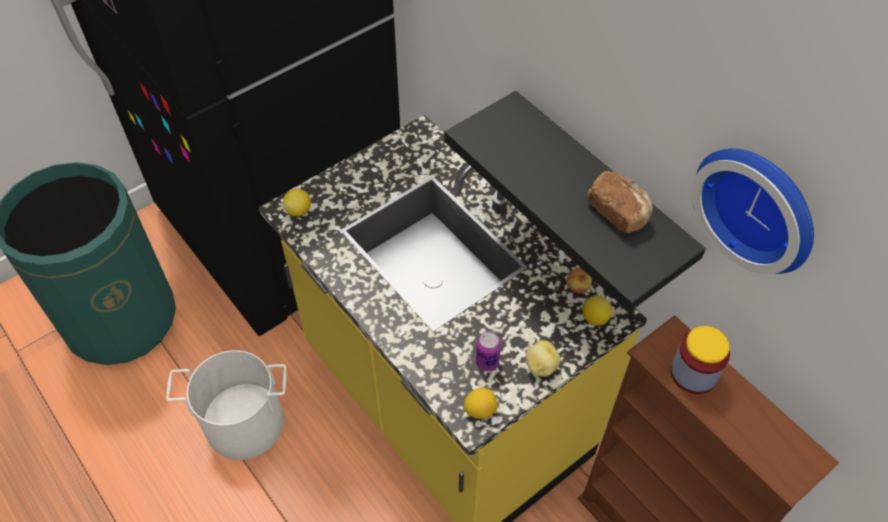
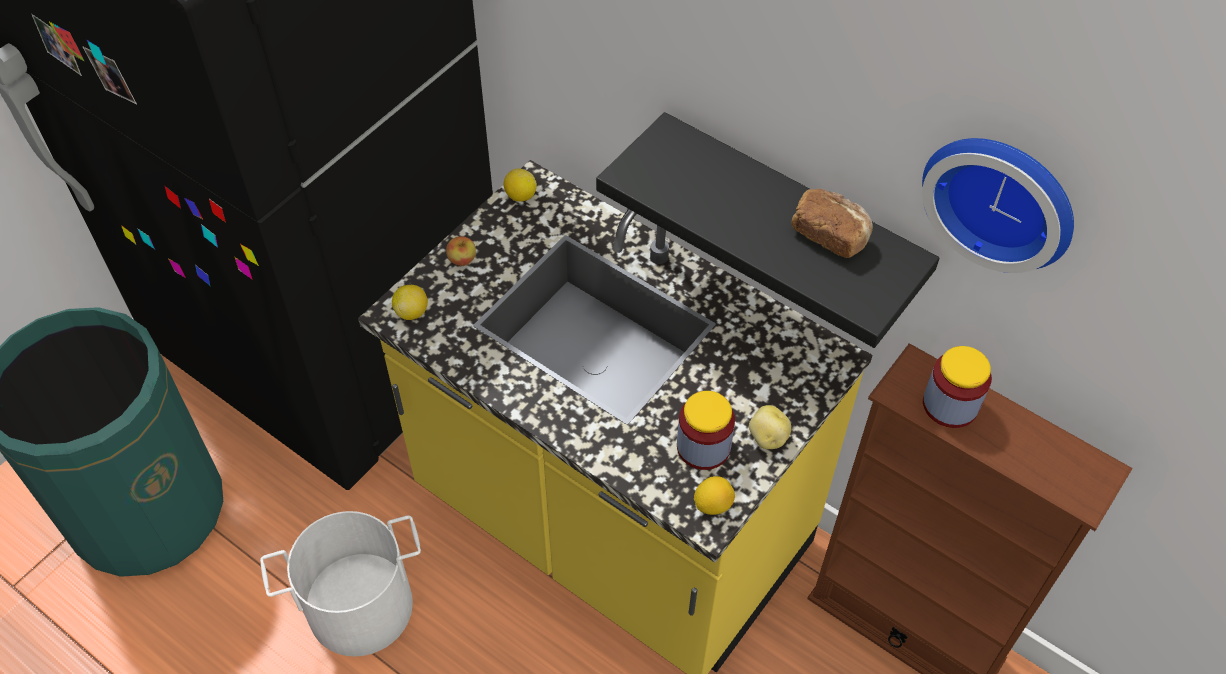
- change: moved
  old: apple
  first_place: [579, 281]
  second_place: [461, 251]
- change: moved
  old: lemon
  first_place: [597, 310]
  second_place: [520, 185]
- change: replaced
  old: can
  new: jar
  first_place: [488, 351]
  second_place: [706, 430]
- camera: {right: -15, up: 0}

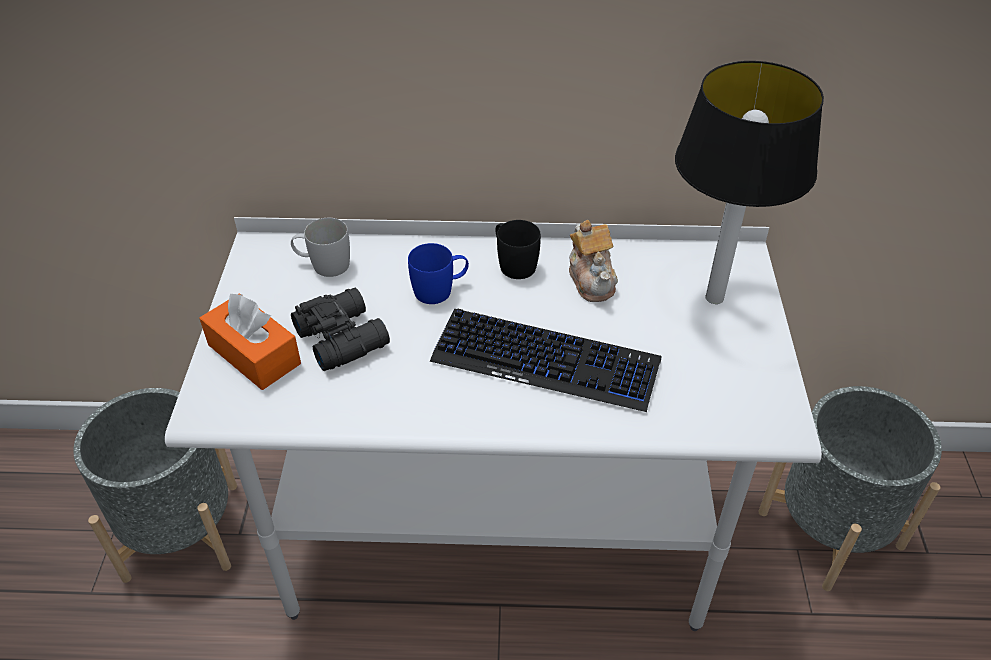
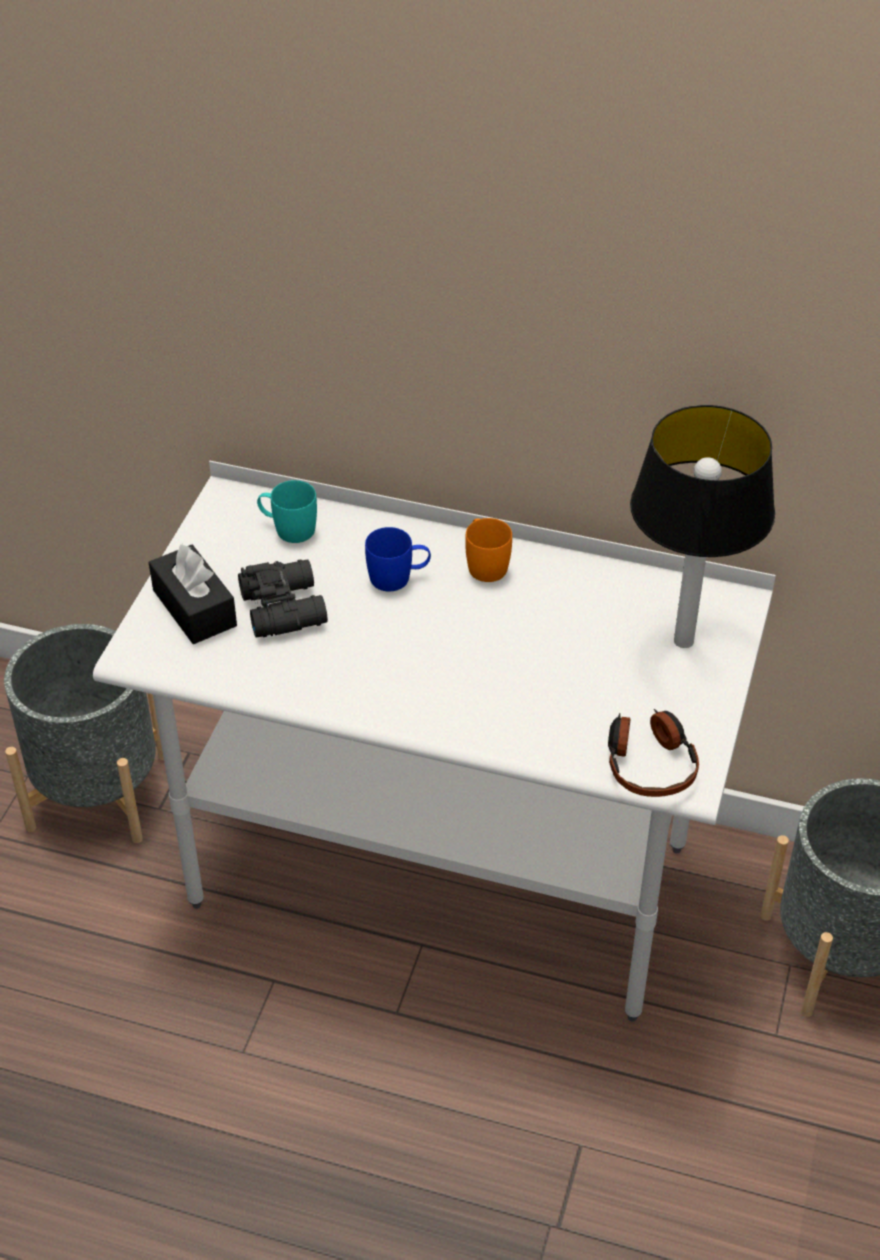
- change: recoloured
  old: mug (white)
  new: mug (turquoise)
  first_place: [320, 247]
  second_place: [287, 511]
- change: recoloured
  old: mug (black)
  new: mug (orange)
  first_place: [518, 249]
  second_place: [488, 550]
- change: removed
  old: teapot
  first_place: [593, 261]
- change: recoloured
  old: tissue box (orange)
  new: tissue box (black)
  first_place: [250, 341]
  second_place: [193, 594]
- change: removed
  old: keyboard
  first_place: [546, 360]
- change: added
  new: headphones
  second_place: [653, 753]
- camera: {right: 15, up: 0}

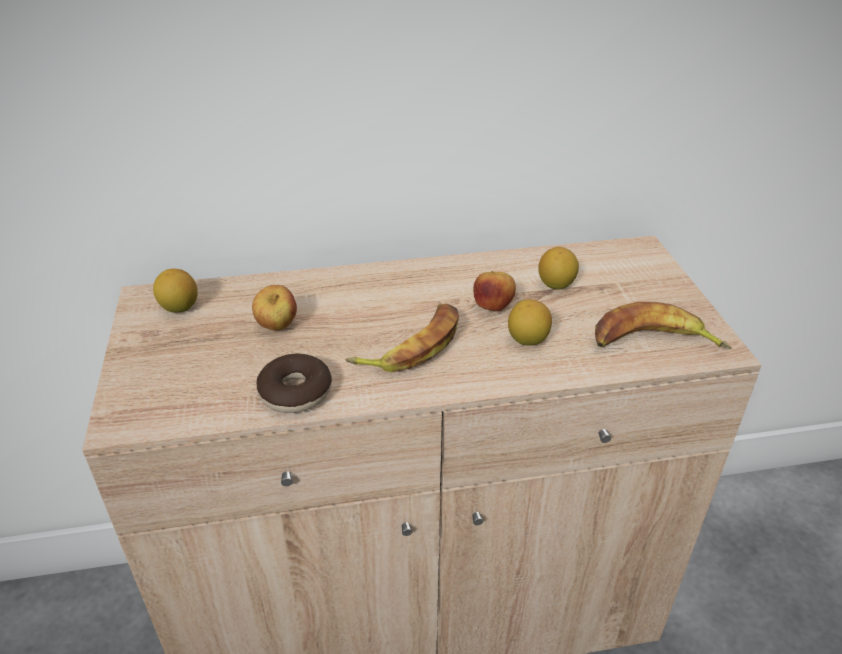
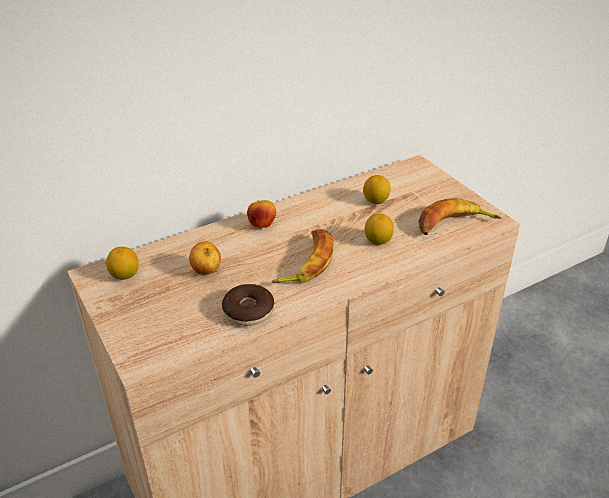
- change: moved
  old: apple
  first_place: [494, 291]
  second_place: [261, 214]
- camera: {right: -20, up: 0}

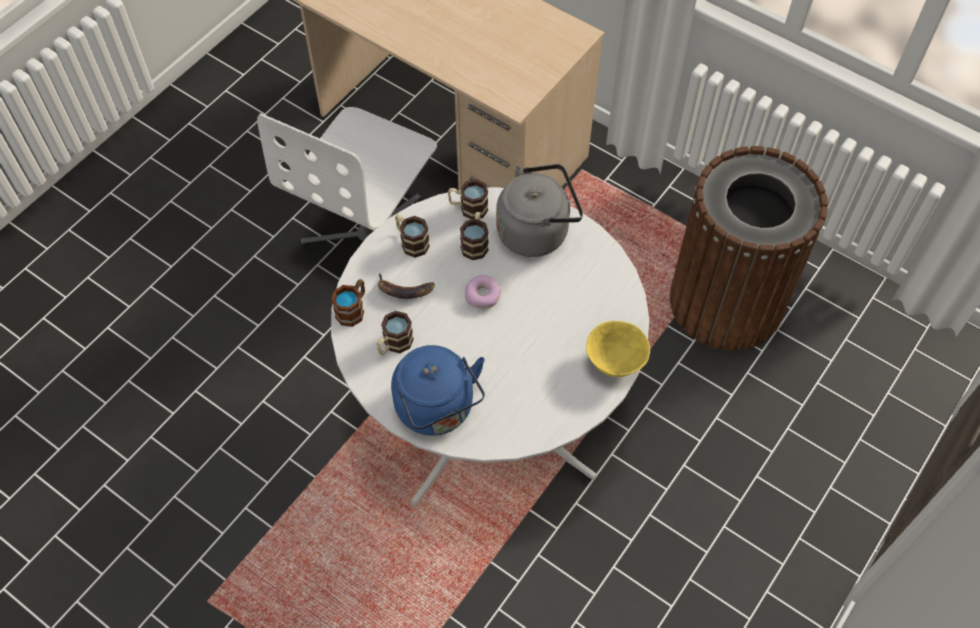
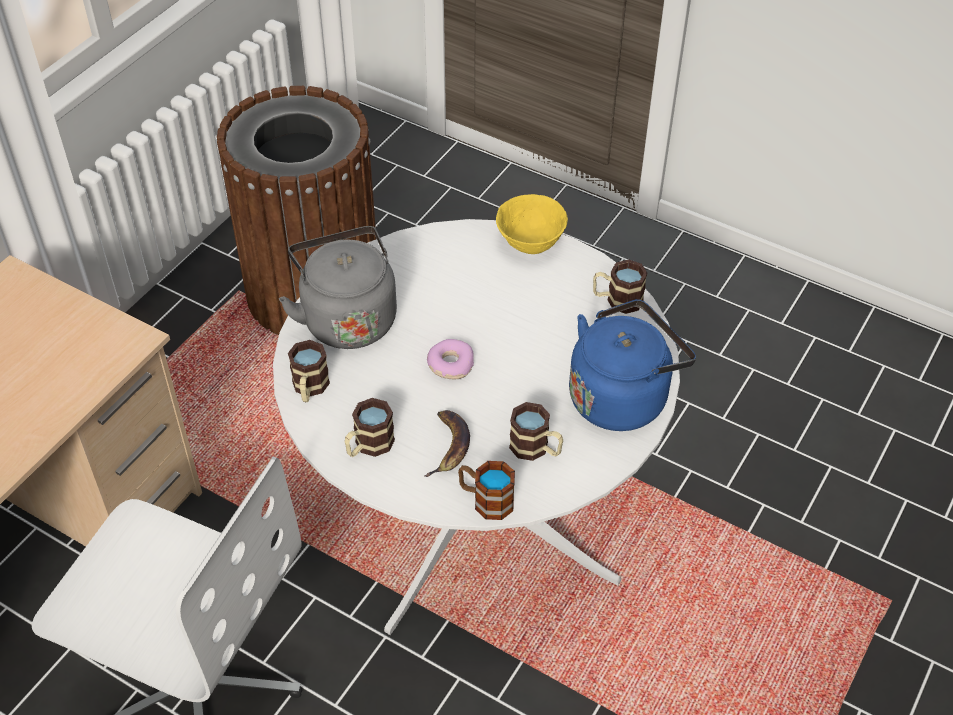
- change: moved
  old: mug
  first_place: [474, 236]
  second_place: [620, 287]
- camera: {right: -95, up: -10}

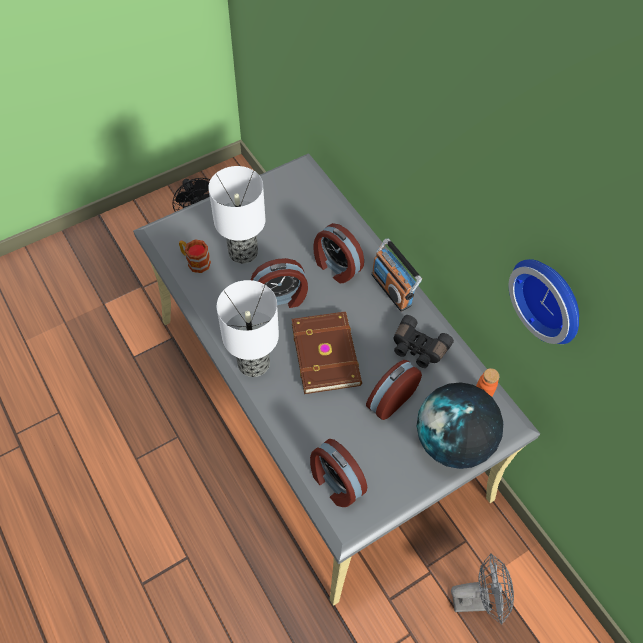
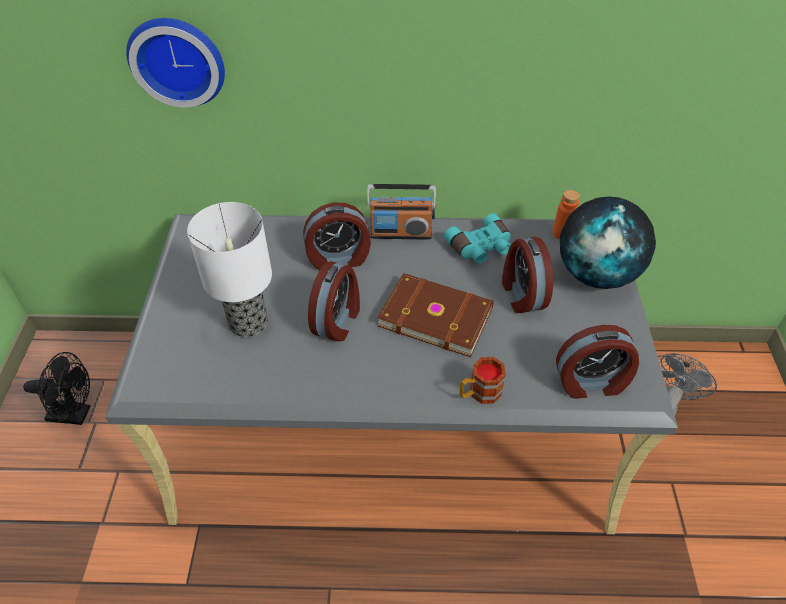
- change: moved
  old: mug
  first_place: [195, 256]
  second_place: [483, 380]
- change: moved
  old: wall clock
  first_place: [544, 301]
  second_place: [175, 63]
- change: removed
  old: table lamp
  first_place: [248, 328]
- change: recoloured
  old: binoculars (black)
  new: binoculars (turquoise)
  first_place: [424, 341]
  second_place: [477, 238]
- camera: {right: -55, up: -10}

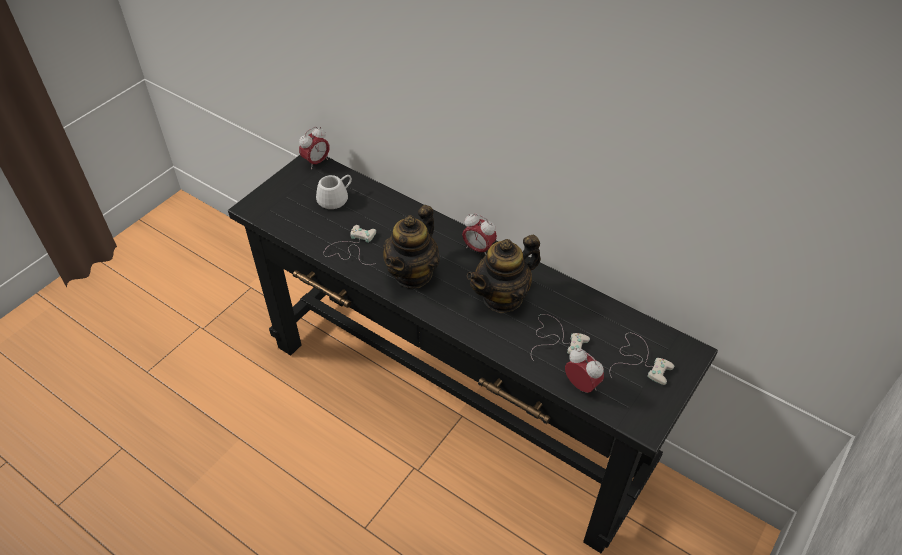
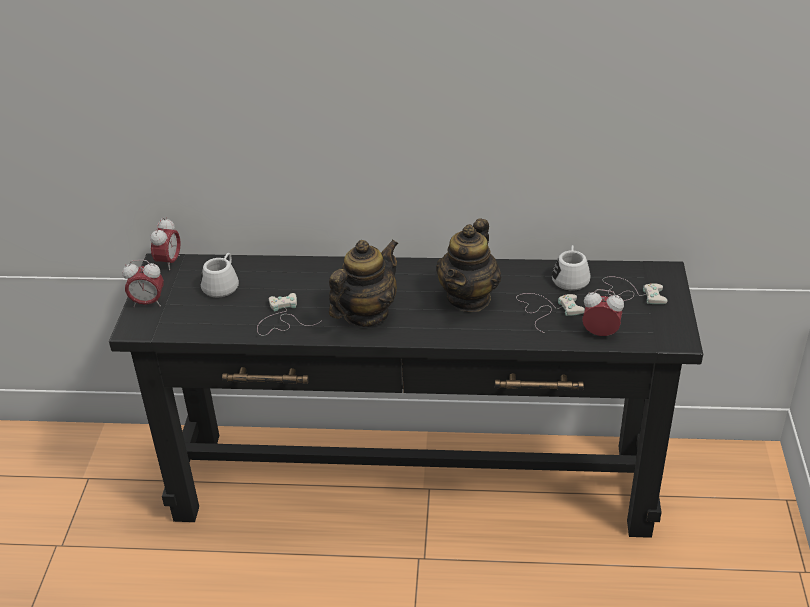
- change: turned
  old: teapot
  first_place: [411, 246]
  second_place: [363, 283]
  degrees: -135
- change: moved
  old: alarm clock
  first_place: [479, 234]
  second_place: [143, 283]
- change: added
  new: mug (white)
  second_place: [571, 268]
- camera: {right: -30, up: -10}

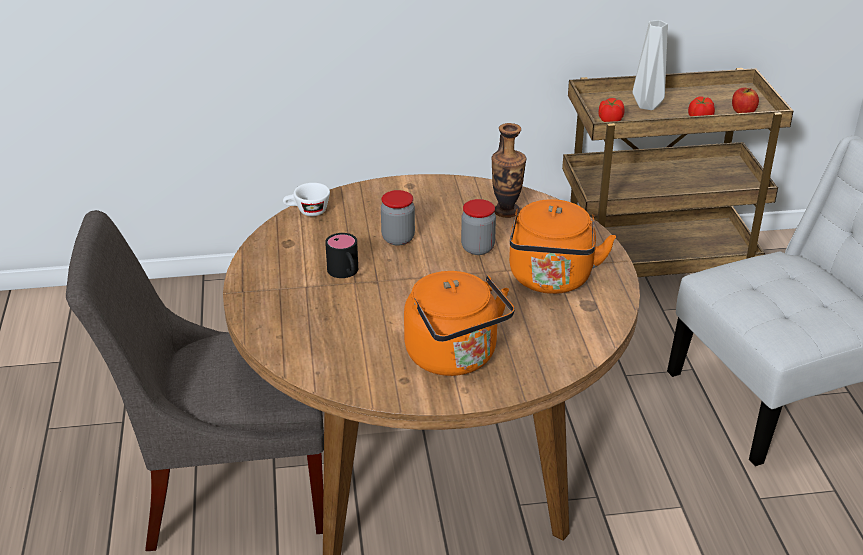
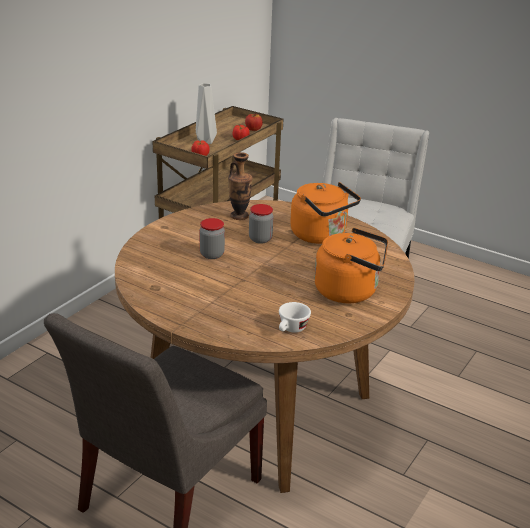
- change: moved
  old: cup (white)
  first_place: [306, 199]
  second_place: [295, 317]
- change: removed
  old: mug (black)
  first_place: [341, 255]
- camera: {right: -50, up: -5}

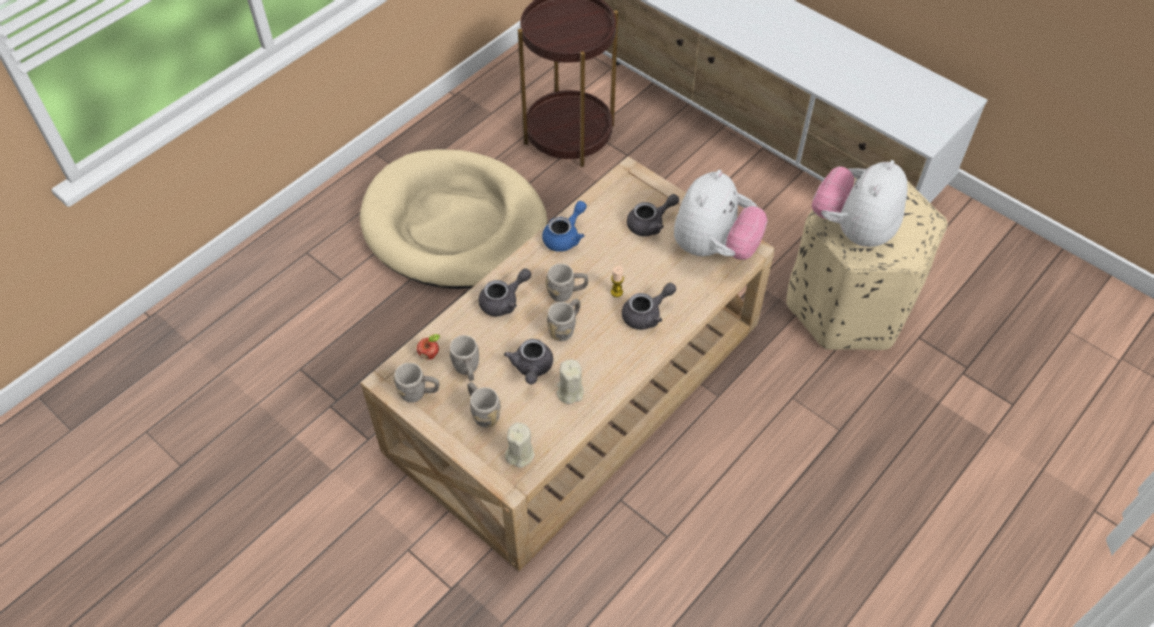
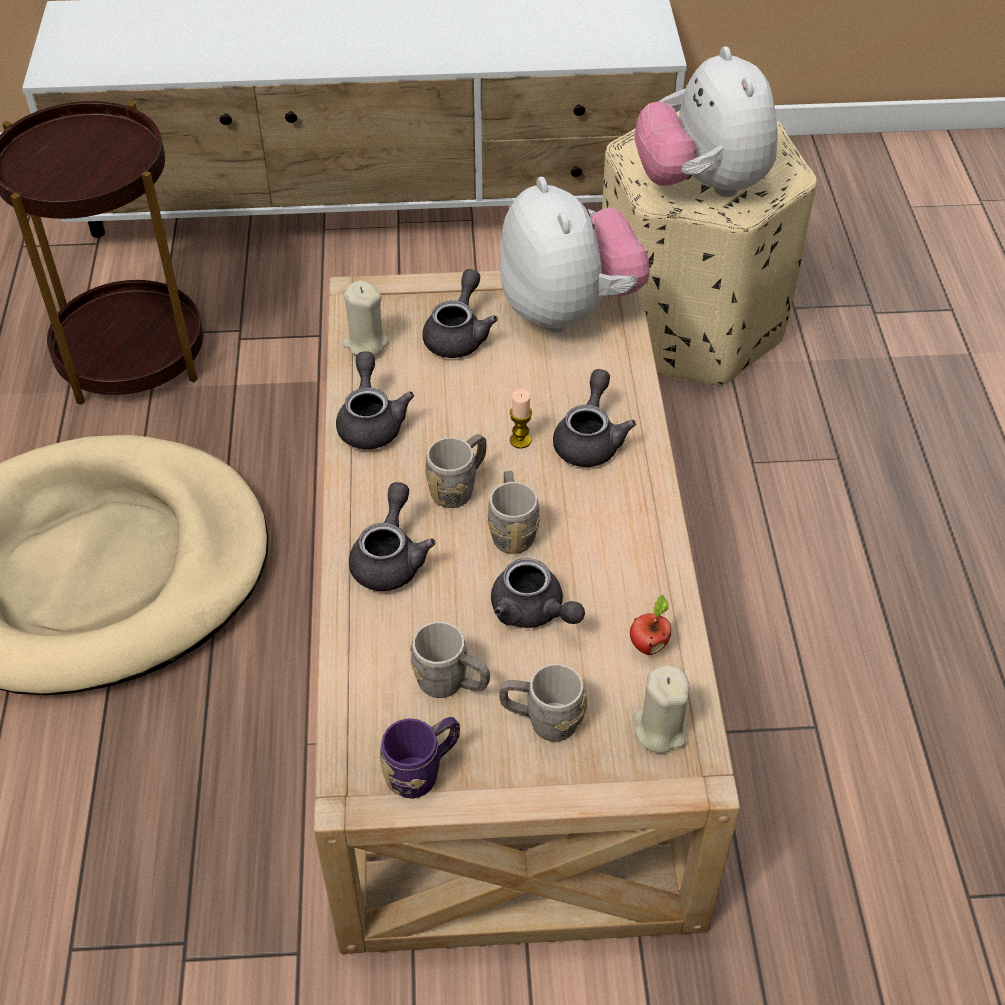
- change: recoloured
  old: teapot (blue)
  new: teapot (grey)
  first_place: [564, 226]
  second_place: [375, 400]
- change: moved
  old: apple
  first_place: [428, 346]
  second_place: [650, 625]
- change: moved
  old: candle (beige)
  first_place: [570, 381]
  second_place: [365, 318]
- change: recoloured
  old: mug (grey)
  new: mug (purple)
  first_place: [417, 383]
  second_place: [420, 757]
- camera: {right: -45, up: -5}

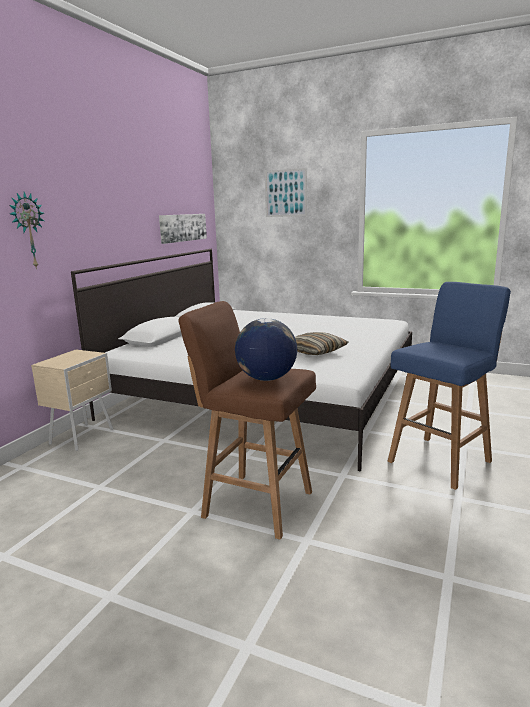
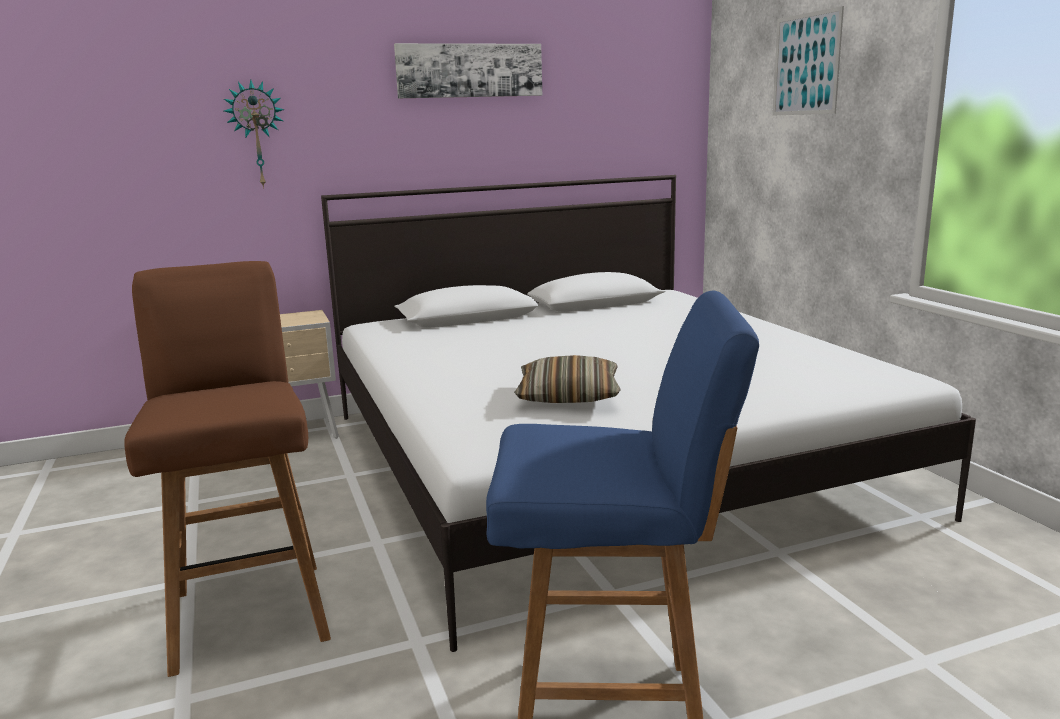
- change: moved
  old: picture
  first_place: [183, 229]
  second_place: [468, 70]
- change: removed
  old: globe
  first_place: [266, 349]
- camera: {right: 45, up: 0}

